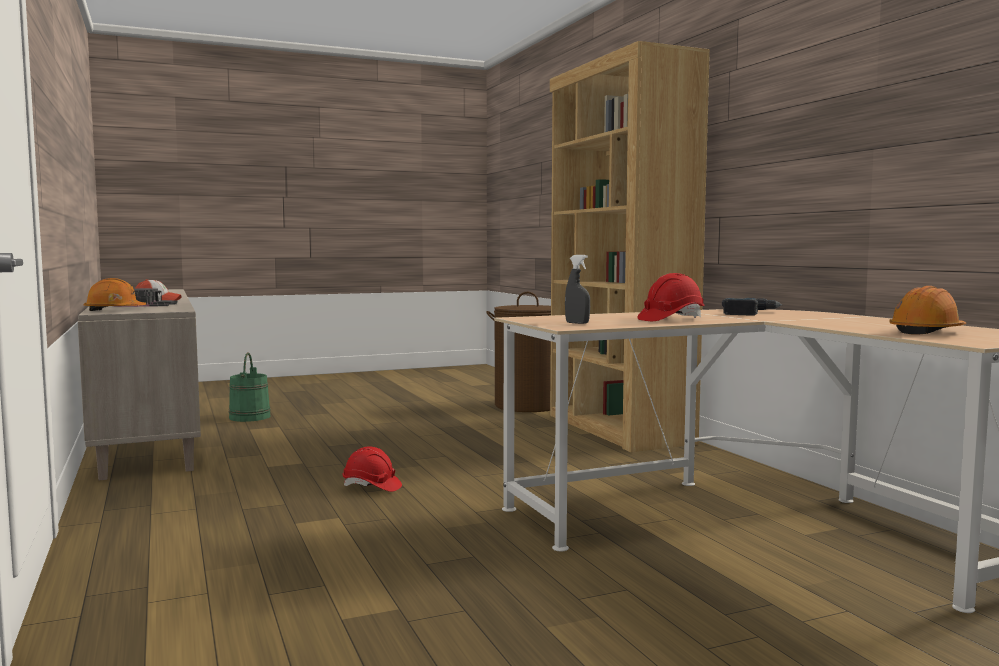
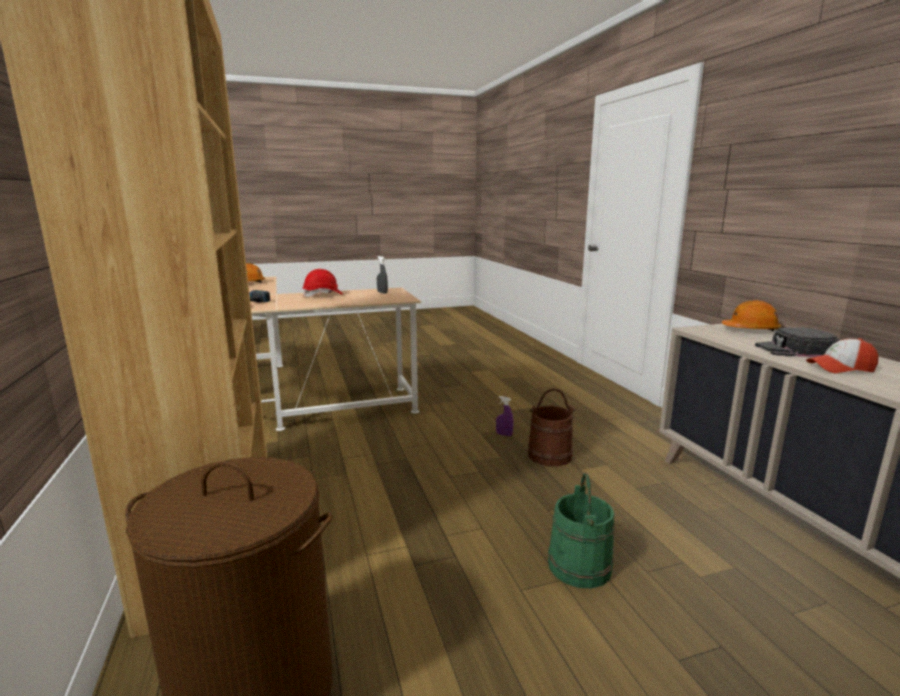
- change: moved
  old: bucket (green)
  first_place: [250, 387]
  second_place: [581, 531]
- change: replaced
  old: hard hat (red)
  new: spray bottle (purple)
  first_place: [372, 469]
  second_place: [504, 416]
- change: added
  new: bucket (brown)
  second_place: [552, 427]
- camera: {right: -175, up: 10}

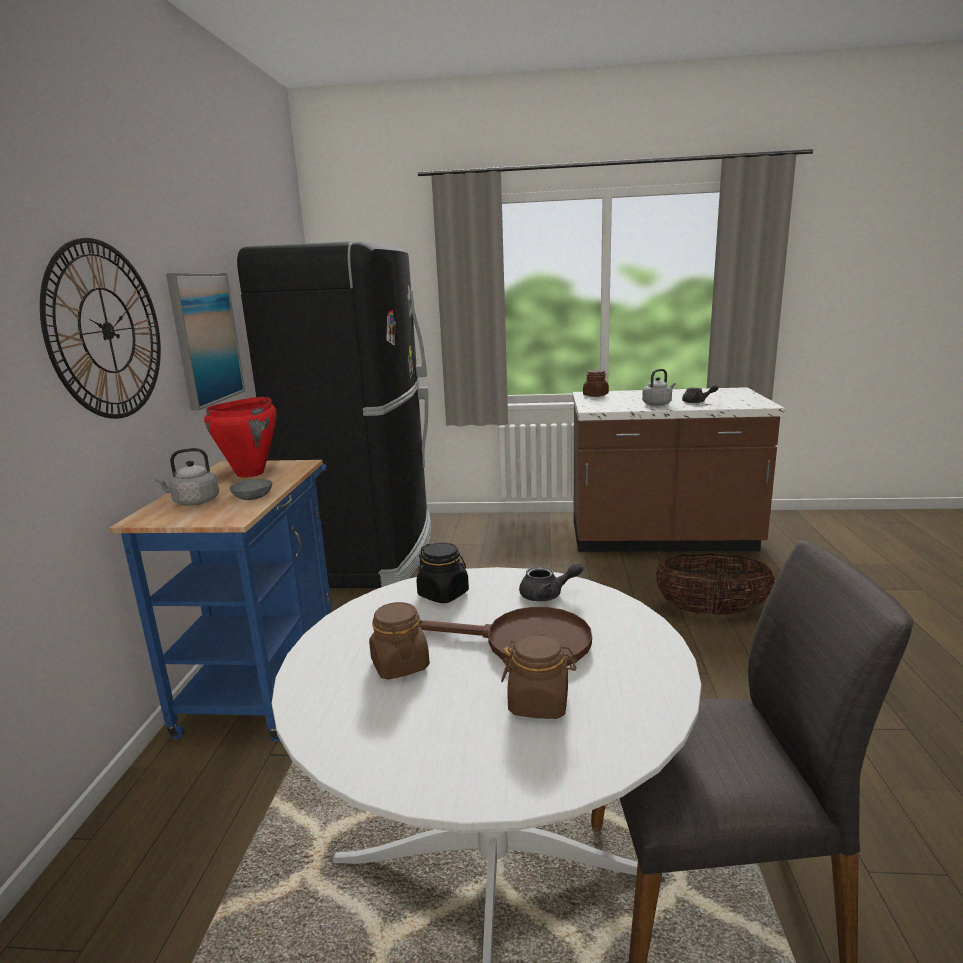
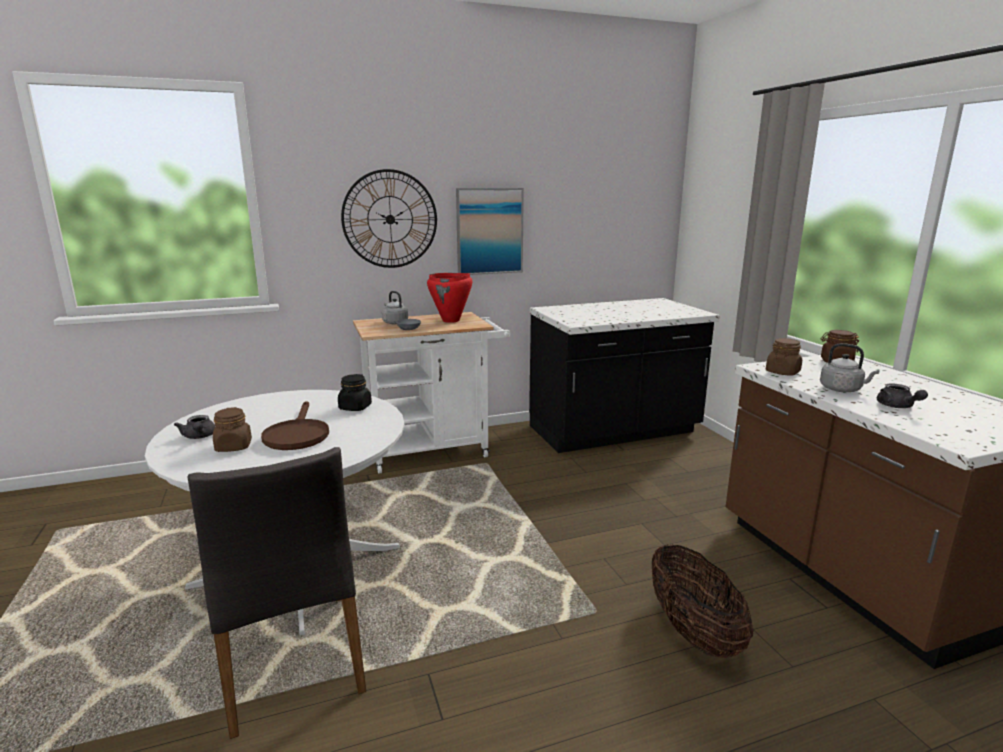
- change: replaced
  old: fridge (black)
  new: counter (black)
  first_place: [334, 414]
  second_place: [624, 375]
- change: recoloured
  old: cart (blue)
  new: cart (white)
  first_place: [220, 601]
  second_place: [431, 393]
- change: moved
  old: teapot (grey)
  first_place: [551, 582]
  second_place: [195, 427]
- change: moved
  old: jar (brown)
  first_place: [399, 641]
  second_place: [784, 357]
- camera: {right: 65, up: 0}

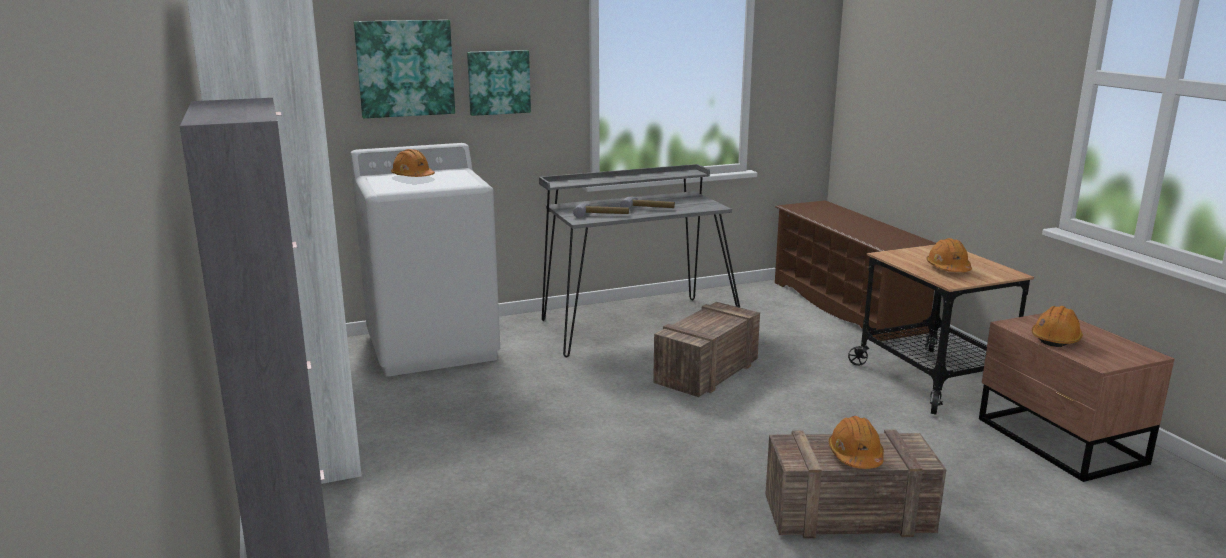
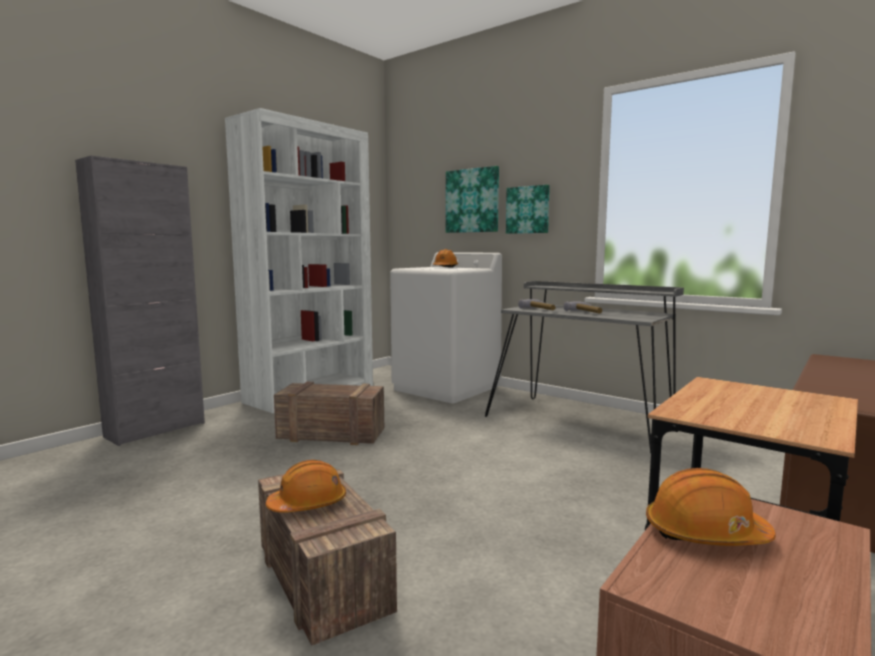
- change: removed
  old: hard hat (orange)
  first_place: [949, 255]
- change: moved
  old: crate
  first_place: [706, 349]
  second_place: [329, 413]
- camera: {right: 60, up: -10}

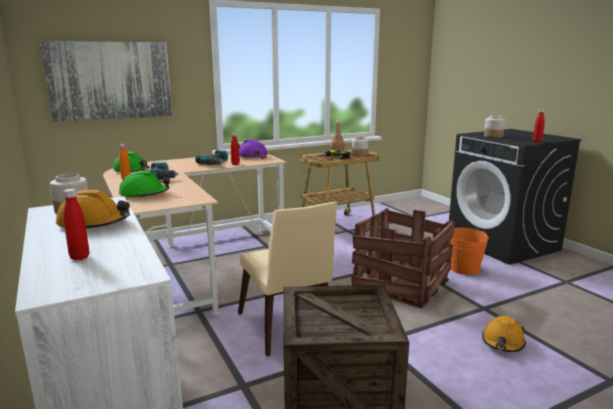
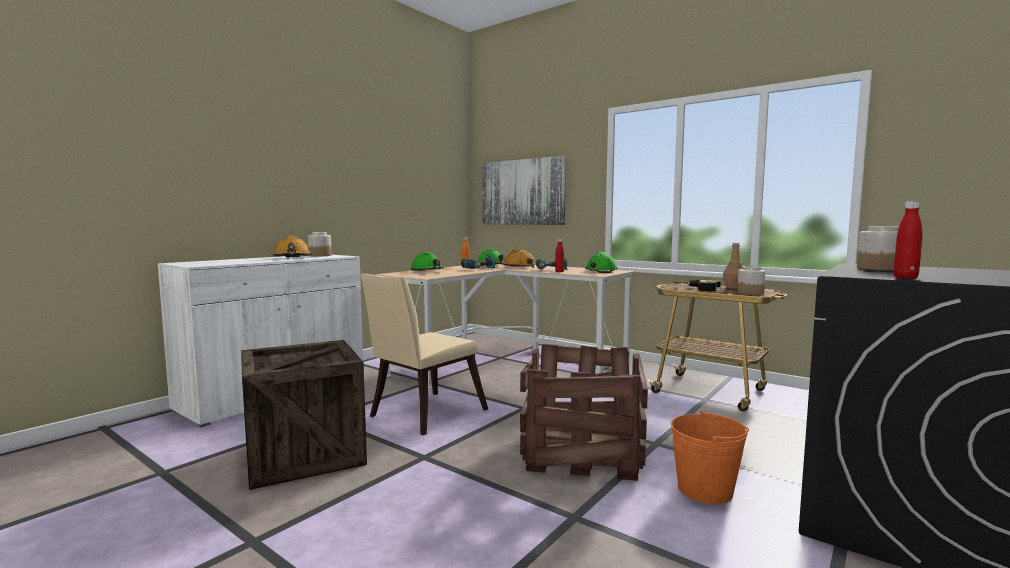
- change: recoloured
  old: hard hat (purple)
  new: hard hat (green)
  first_place: [253, 149]
  second_place: [601, 262]
- change: removed
  old: bottle (red)
  first_place: [76, 224]
- change: moved
  old: hard hat (orange)
  first_place: [504, 334]
  second_place: [517, 258]
- camera: {right: 65, up: -10}

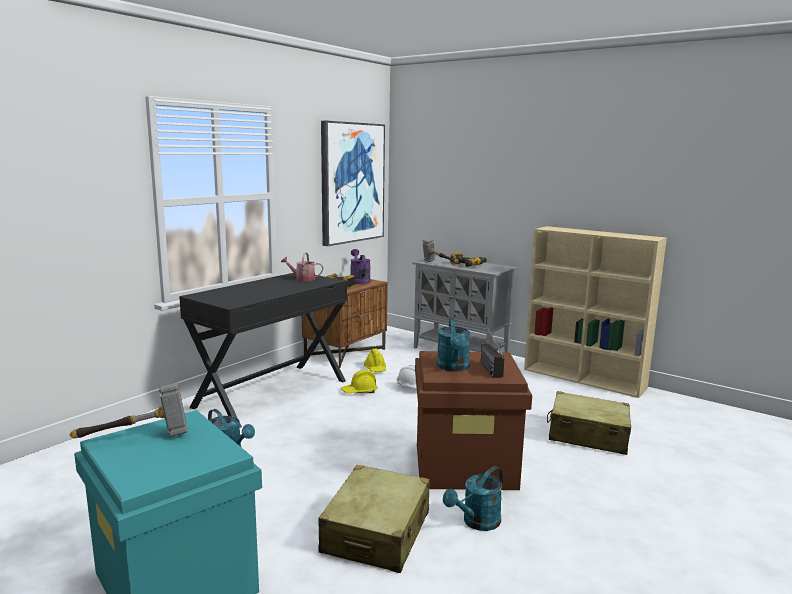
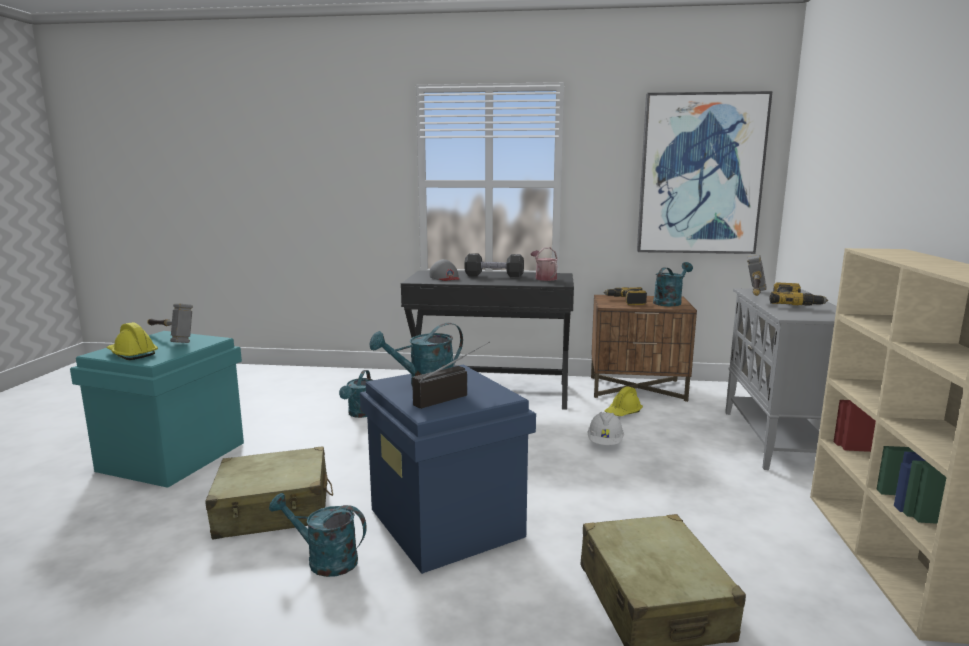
- change: recoloured
  old: watering can (purple)
  new: watering can (turquoise)
  first_place: [360, 266]
  second_place: [673, 284]
- change: recoloured
  old: storage box (brown)
  new: storage box (blue)
  first_place: [473, 420]
  second_place: [448, 469]
- change: moved
  old: hard hat (yellow)
  first_place: [359, 381]
  second_place: [132, 341]
- change: added
  new: dumbbell (black)
  second_place: [494, 265]
- change: added
  new: cap (grey)
  second_place: [445, 270]
- camera: {right: 60, up: 0}

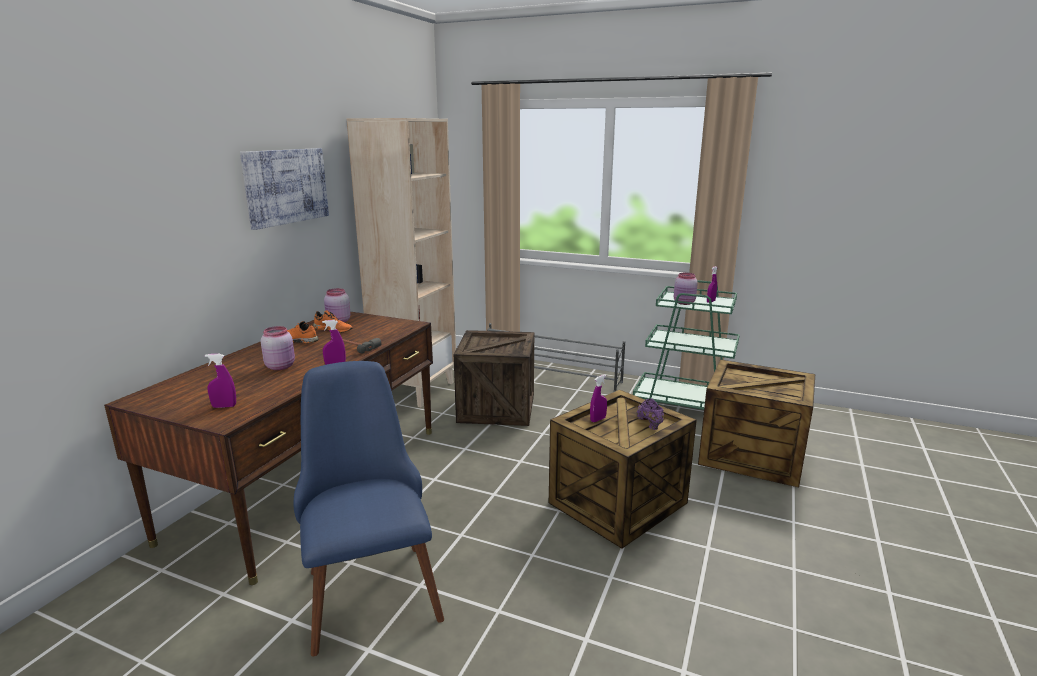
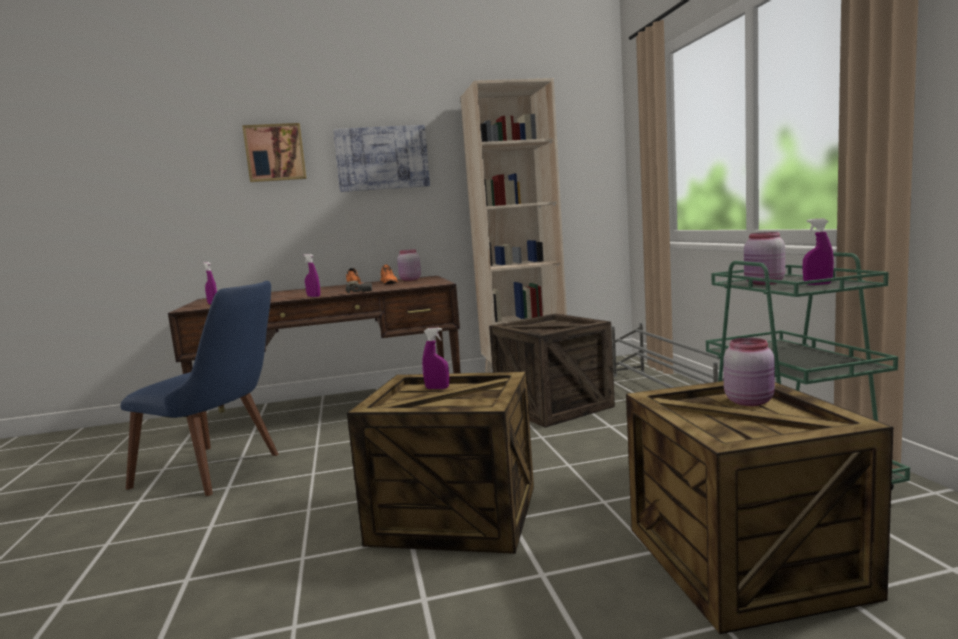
- change: moved
  old: jar (pink)
  first_place: [278, 348]
  second_place: [749, 372]
- change: turned
  old: chair (blue)
  first_place: [369, 508]
  second_place: [199, 388]
  degrees: 75
- change: removed
  old: shoe (purple)
  first_place: [650, 414]
- change: added
  new: picture
  second_place: [274, 152]
- camera: {right: 55, up: -10}

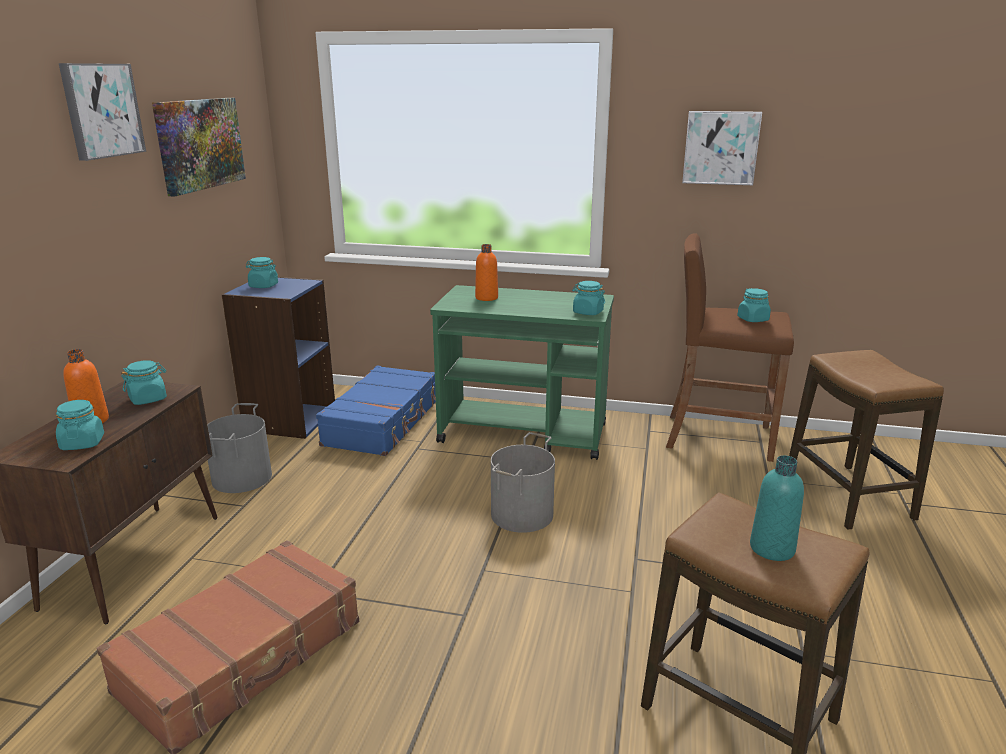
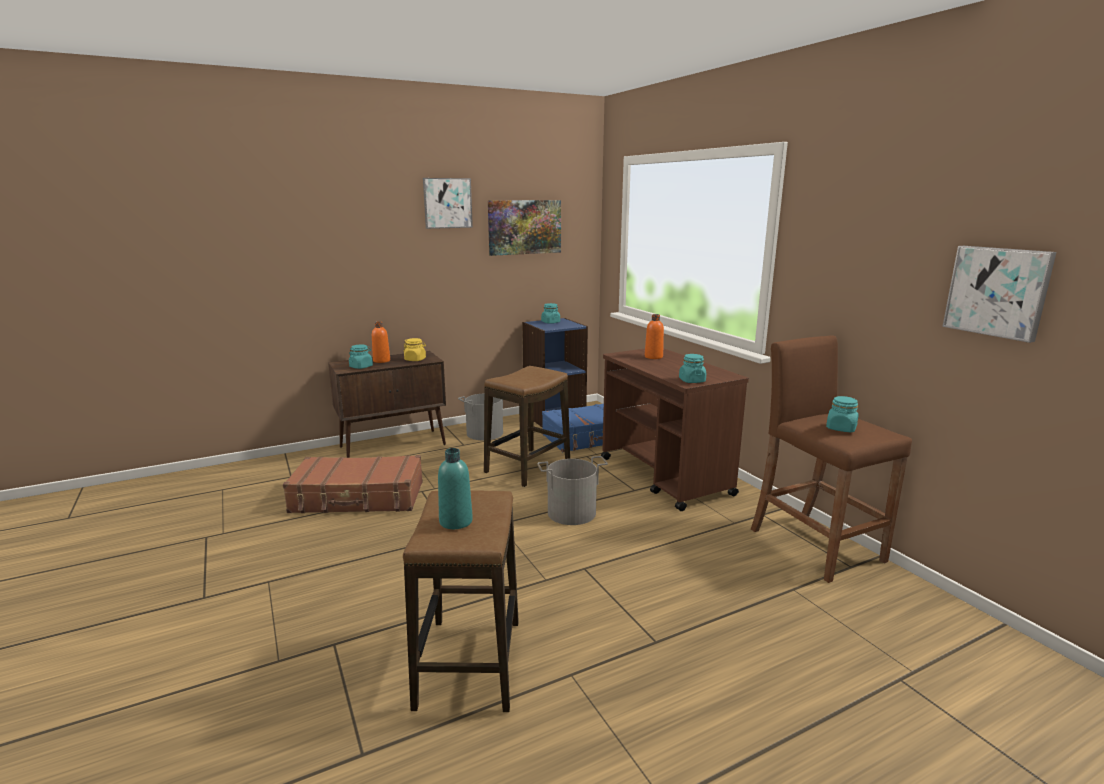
- change: moved
  old: picture
  first_place: [722, 148]
  second_place: [999, 294]
- change: recoloured
  old: cart (green)
  new: cart (brown)
  first_place: [522, 372]
  second_place: [675, 429]
- change: moved
  old: stool
  first_place: [866, 440]
  second_place: [527, 426]
- change: recoloured
  old: jar (turquoise)
  new: jar (yellow)
  first_place: [144, 382]
  second_place: [414, 349]
- camera: {right: 50, up: -5}

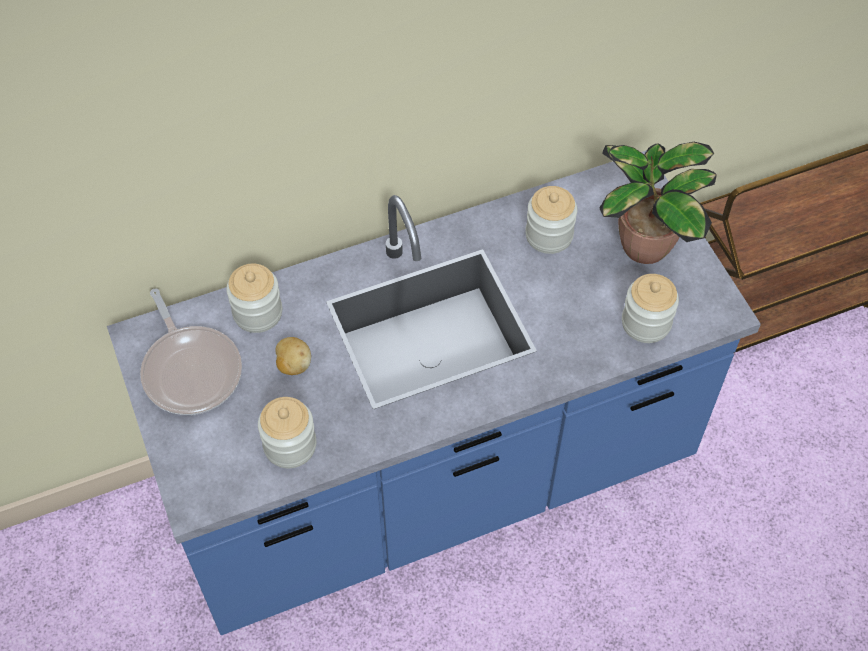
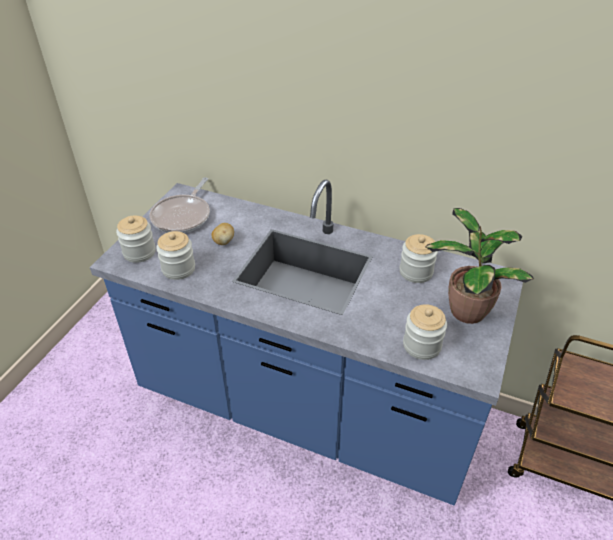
- change: moved
  old: jar
  first_place: [254, 298]
  second_place: [136, 239]
- camera: {right: 45, up: -15}

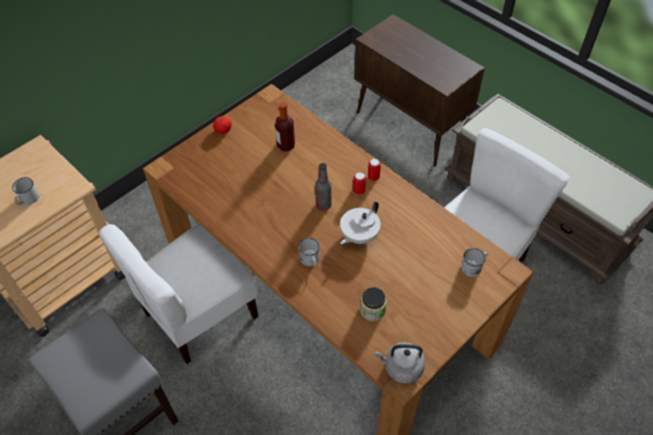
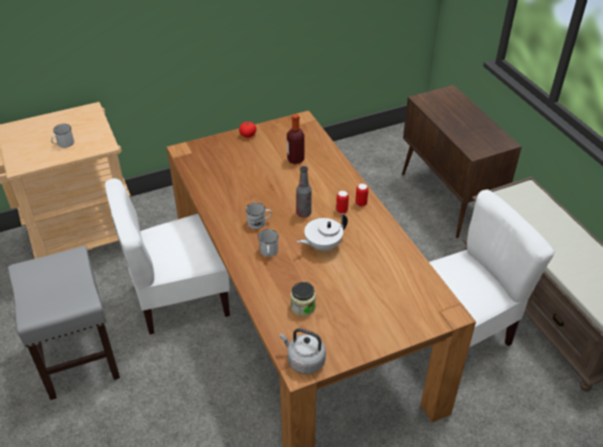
- change: moved
  old: mug (white)
  first_place: [474, 262]
  second_place: [259, 215]
- camera: {right: 20, up: -10}

